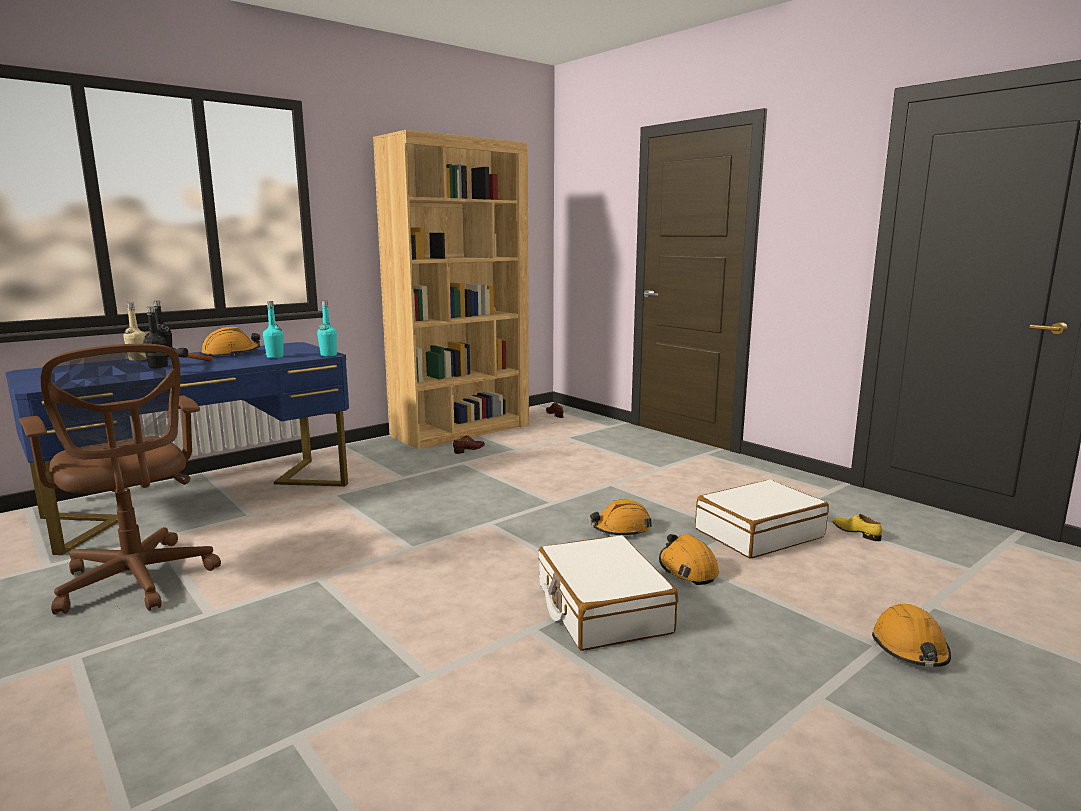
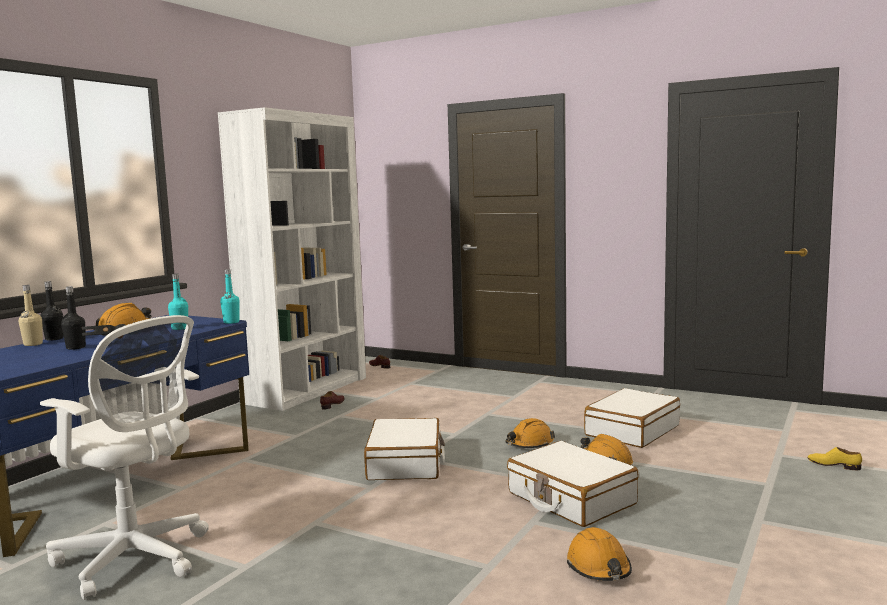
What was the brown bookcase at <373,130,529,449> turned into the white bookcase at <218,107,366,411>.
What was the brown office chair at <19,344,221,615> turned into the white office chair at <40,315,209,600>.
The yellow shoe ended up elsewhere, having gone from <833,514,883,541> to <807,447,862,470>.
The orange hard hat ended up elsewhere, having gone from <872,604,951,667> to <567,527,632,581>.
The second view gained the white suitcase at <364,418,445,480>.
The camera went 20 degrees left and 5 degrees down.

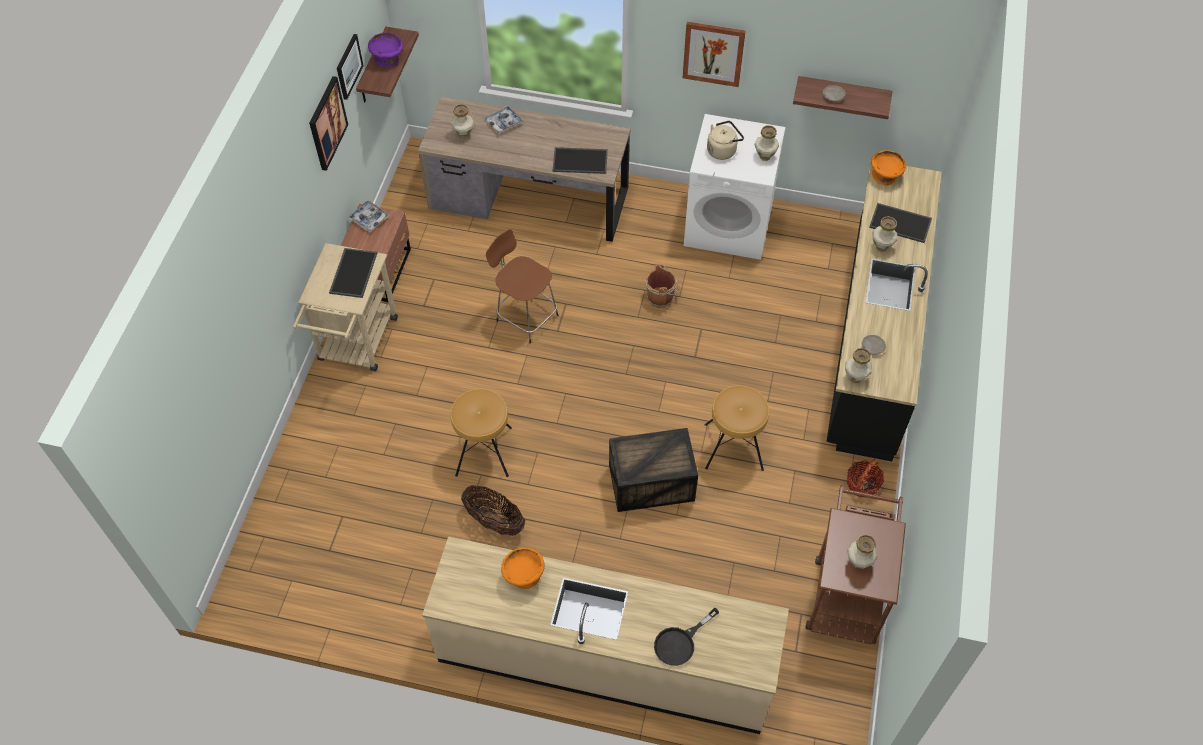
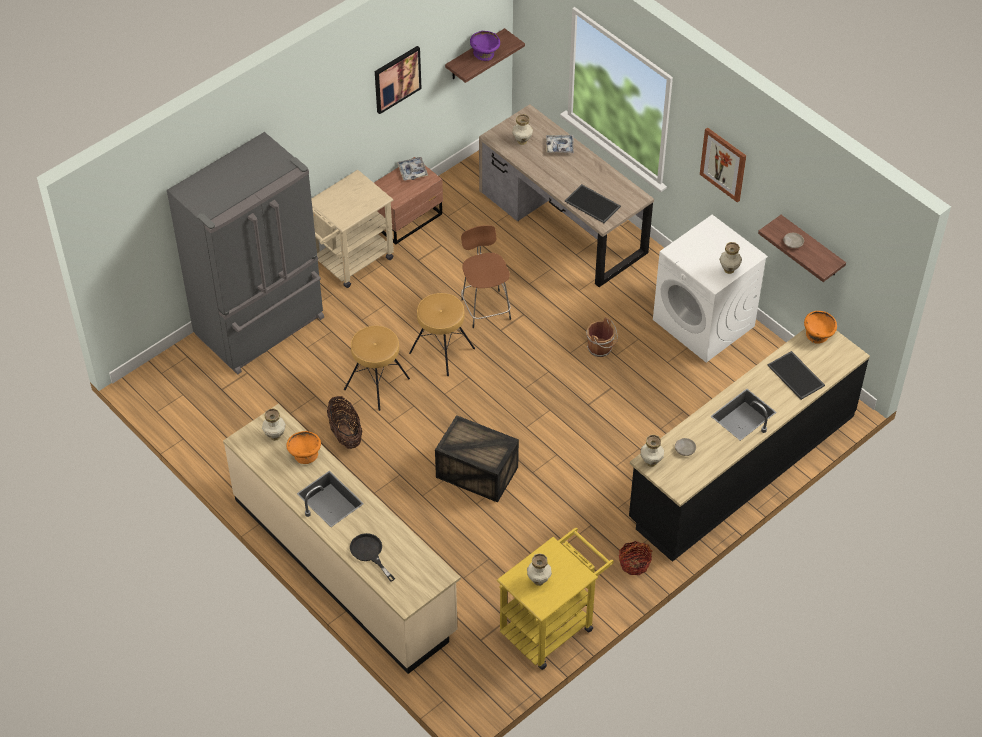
The second view lost the picture at <337,34,364,100>.
The second view lost the beige kettle at <707,121,744,160>.
The vase ended up elsewhere, having gone from <872,216,897,252> to <262,408,286,441>.
The second view lost the tray at <329,248,377,298>.
The brown stool ended up elsewhere, having gone from <705,385,769,471> to <409,293,475,376>.
What was the brown cart at <806,485,906,644> turned into the yellow cart at <497,527,614,670>.
The black frying pan at <654,608,719,666> ended up facing another way, 60 degrees clockwise from before.
The second view gained the grey fridge at <167,132,324,375>.
The camera went 35 degrees right and 5 degrees down.

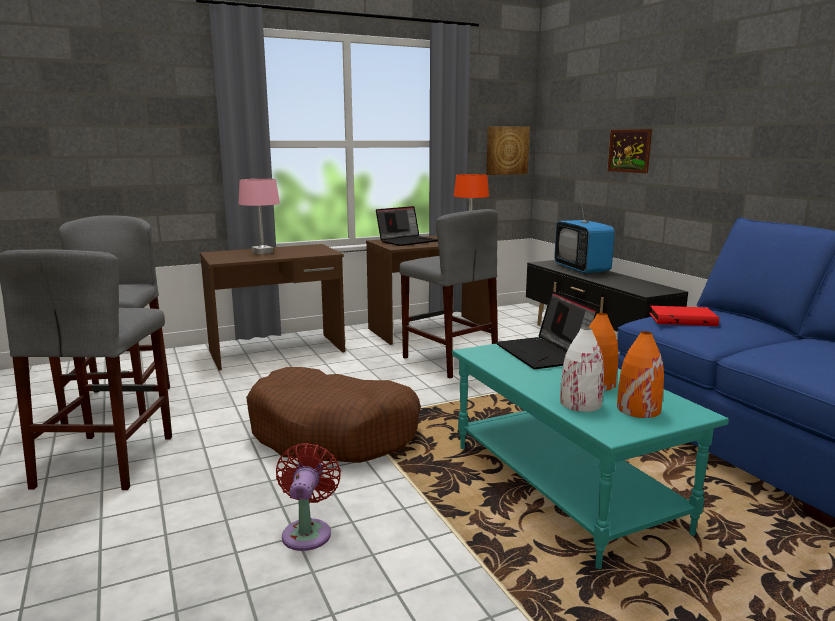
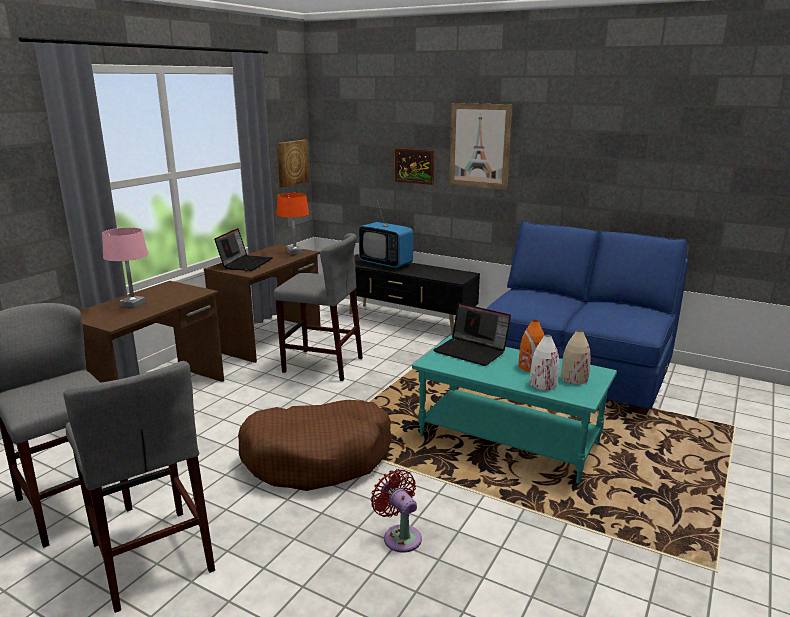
The second view lost the red book at <649,306,719,326>.
What was the orange vase at <617,331,664,418> turned into the beige vase at <561,330,591,384>.
The second view gained the picture at <449,103,512,190>.
The camera went 35 degrees left and 5 degrees up.

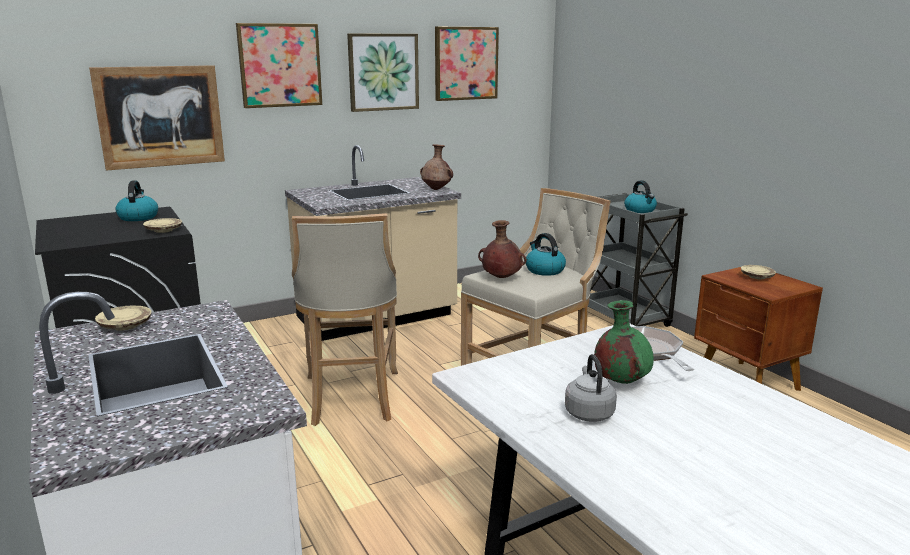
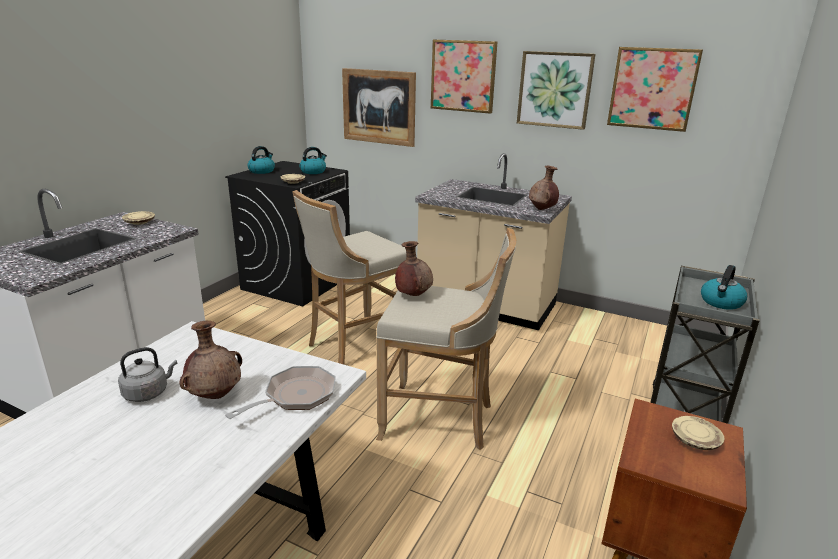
The kettle ended up elsewhere, having gone from <526,233,566,276> to <248,146,275,174>.
What was the green vase at <594,300,654,384> turned into the brown vase at <180,321,242,399>.
The camera went 55 degrees right and 5 degrees up.

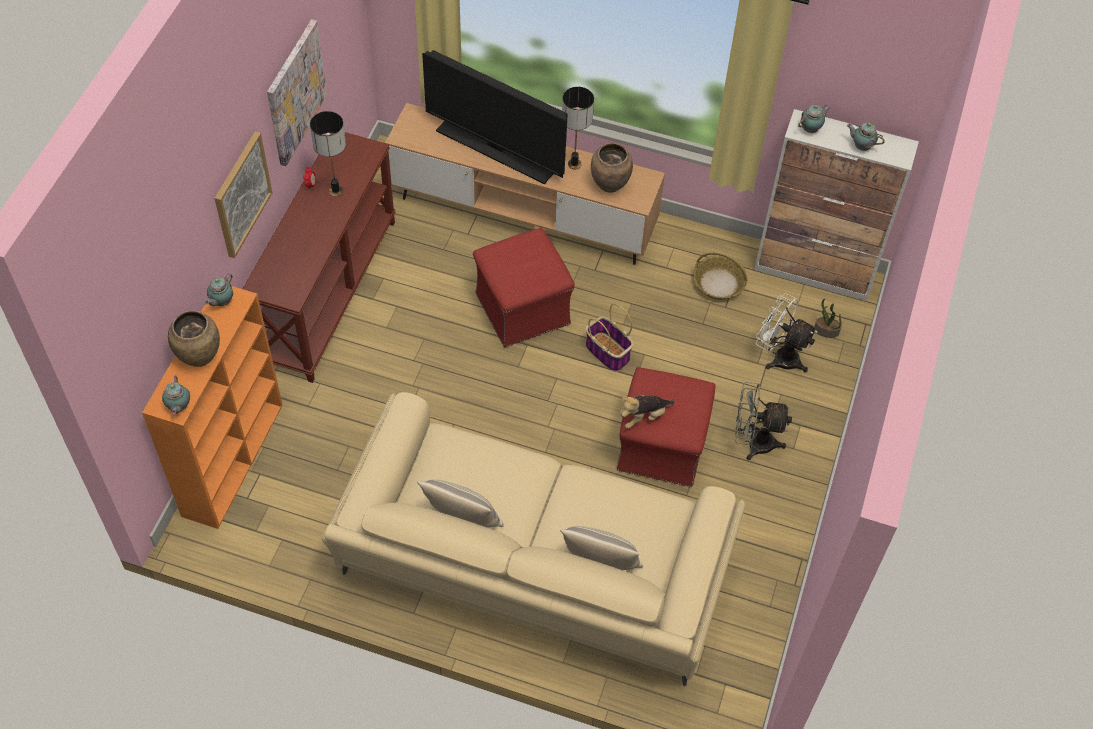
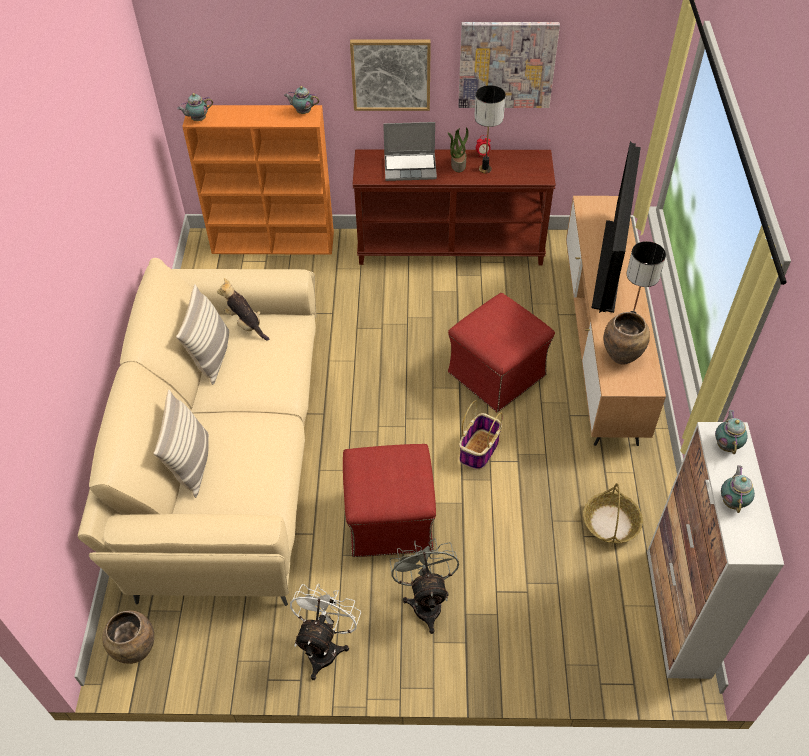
The teapot at <798,105,830,133> ended up facing another way, 120 degrees counterclockwise from before.
The white fan ended up elsewhere, having gone from <756,293,817,373> to <290,584,361,680>.
The potted plant ended up elsewhere, having gone from <814,298,842,338> to <448,127,469,172>.
The brown vase ended up elsewhere, having gone from <168,310,220,367> to <102,610,154,664>.
The plush toy ended up elsewhere, having gone from <619,395,674,429> to <217,278,269,341>.
The second view gained the laptop at <383,122,437,181>.
The camera went 75 degrees right and 5 degrees down.

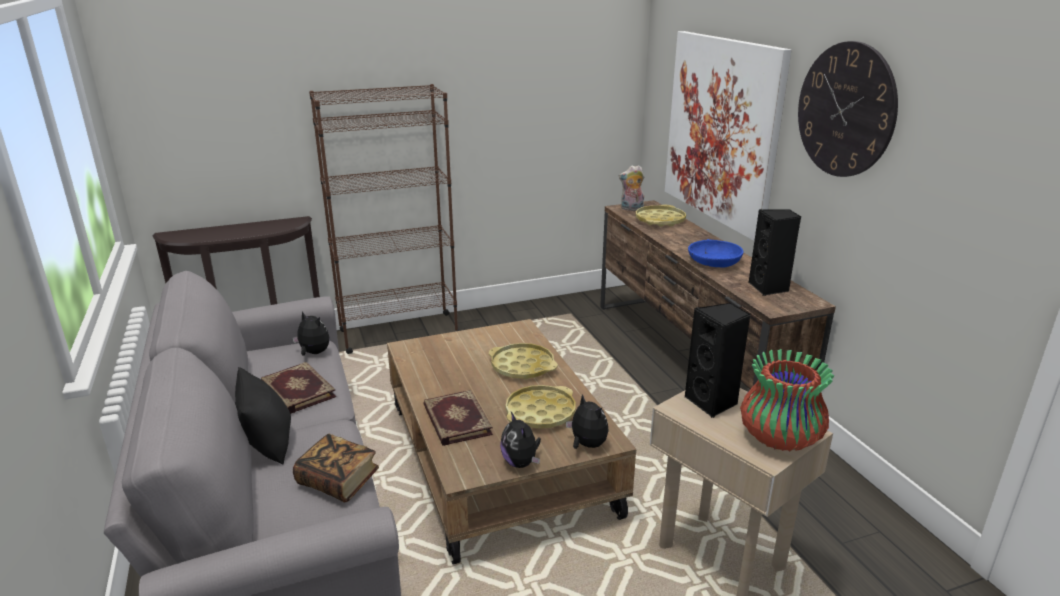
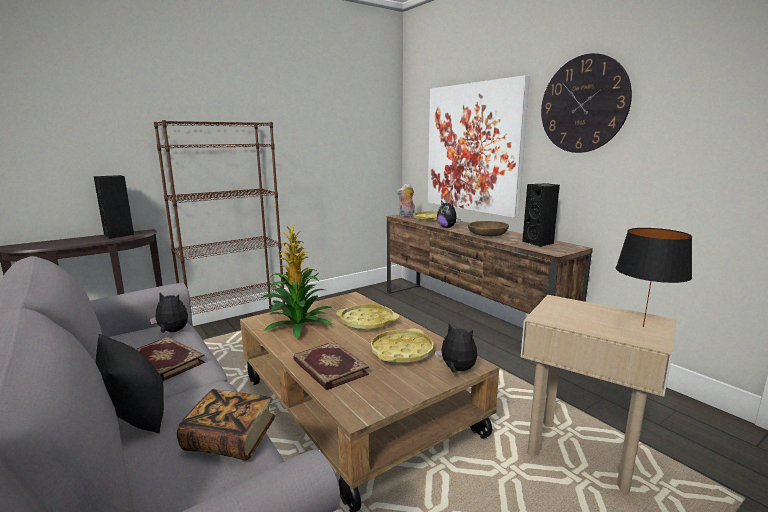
What was the blue bowl at <688,239,744,267> turned into the brown bowl at <468,221,509,236>.
The black speaker ended up elsewhere, having gone from <685,303,750,418> to <94,175,134,239>.
Where the vase stood at <740,349,834,452>, the black table lamp came to stand at <616,228,692,327>.
The plush toy ended up elsewhere, having gone from <500,412,541,468> to <437,201,460,228>.
The second view gained the potted plant at <262,224,332,338>.
The camera went 15 degrees left and 10 degrees down.

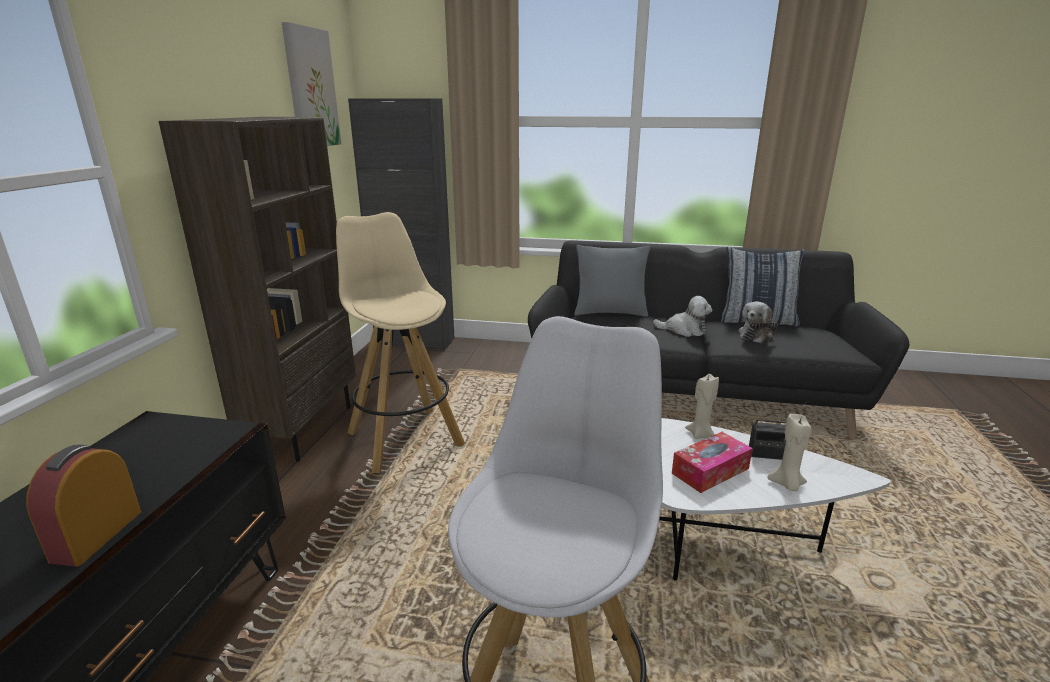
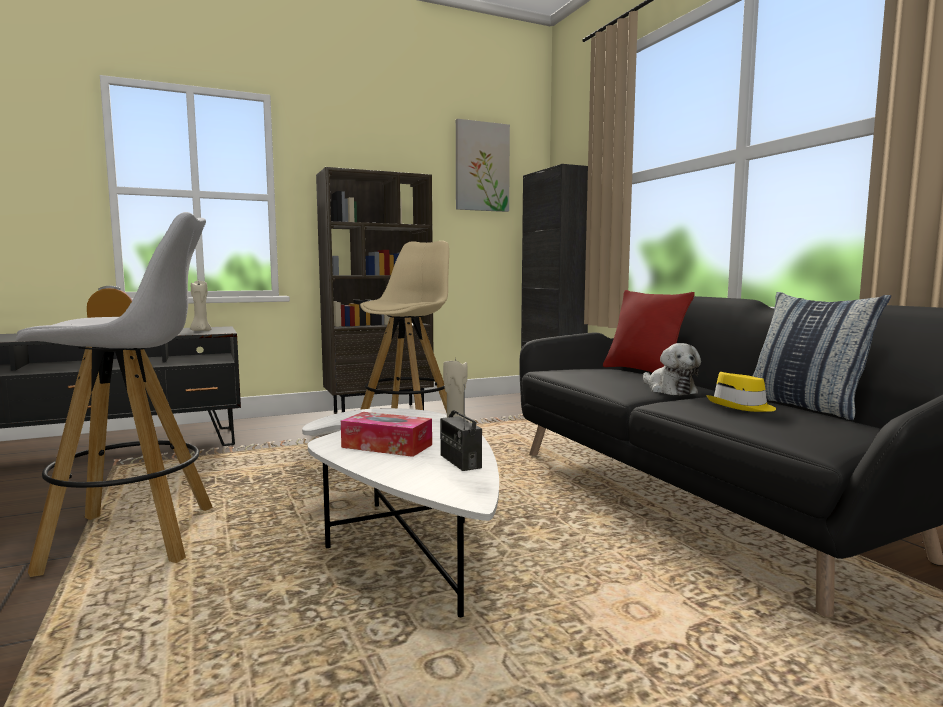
What was the grey pillow at <574,245,650,317> turned into the red pillow at <603,290,695,373>.
Where the plush toy stood at <738,302,778,343>, the yellow hat came to stand at <706,372,776,412>.
The beige candle ended up elsewhere, having gone from <767,414,812,491> to <190,281,211,331>.
The camera went 55 degrees right and 15 degrees down.

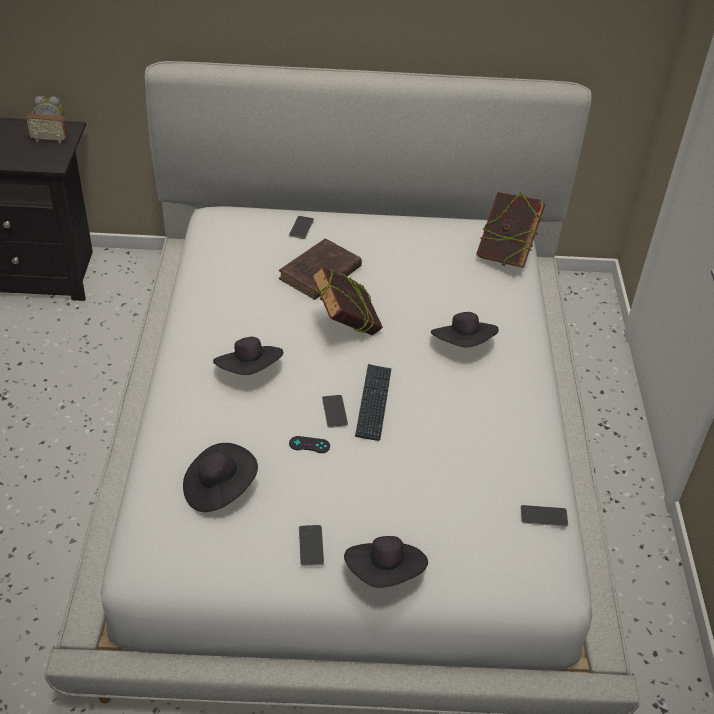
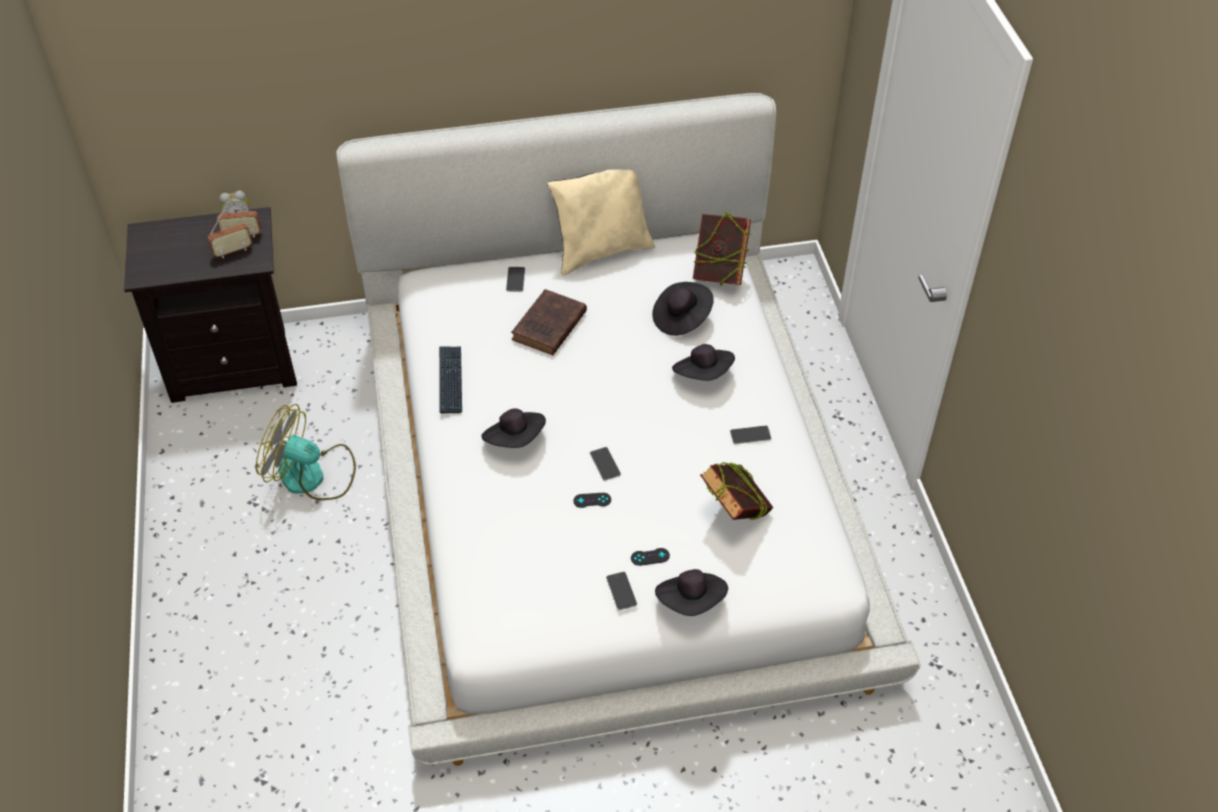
The book ended up elsewhere, having gone from <311,267,383,335> to <700,462,774,520>.
The keyboard ended up elsewhere, having gone from <355,364,392,441> to <439,346,462,413>.
The black hat ended up elsewhere, having gone from <183,443,258,512> to <652,282,714,336>.
The phone ended up elsewhere, having gone from <521,505,568,527> to <730,425,772,444>.
The second view gained the beige pillow at <547,169,655,276>.
The second view gained the radio at <208,212,252,258>.
The second view gained the fan at <256,404,356,500>.
The second view gained the black game controller at <631,548,670,566>.
The camera went 10 degrees left and 5 degrees up.

